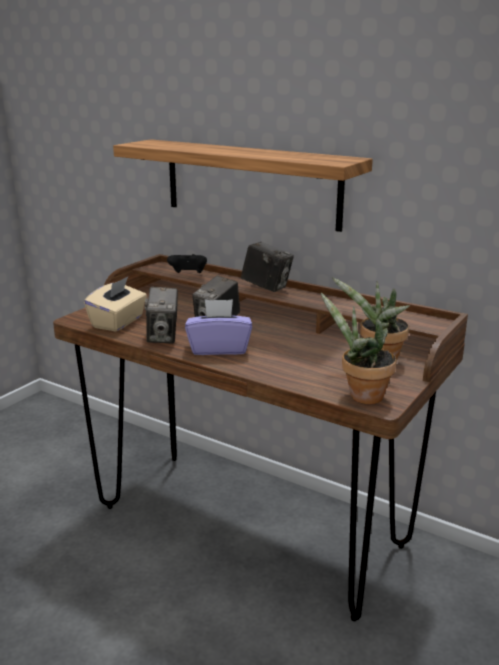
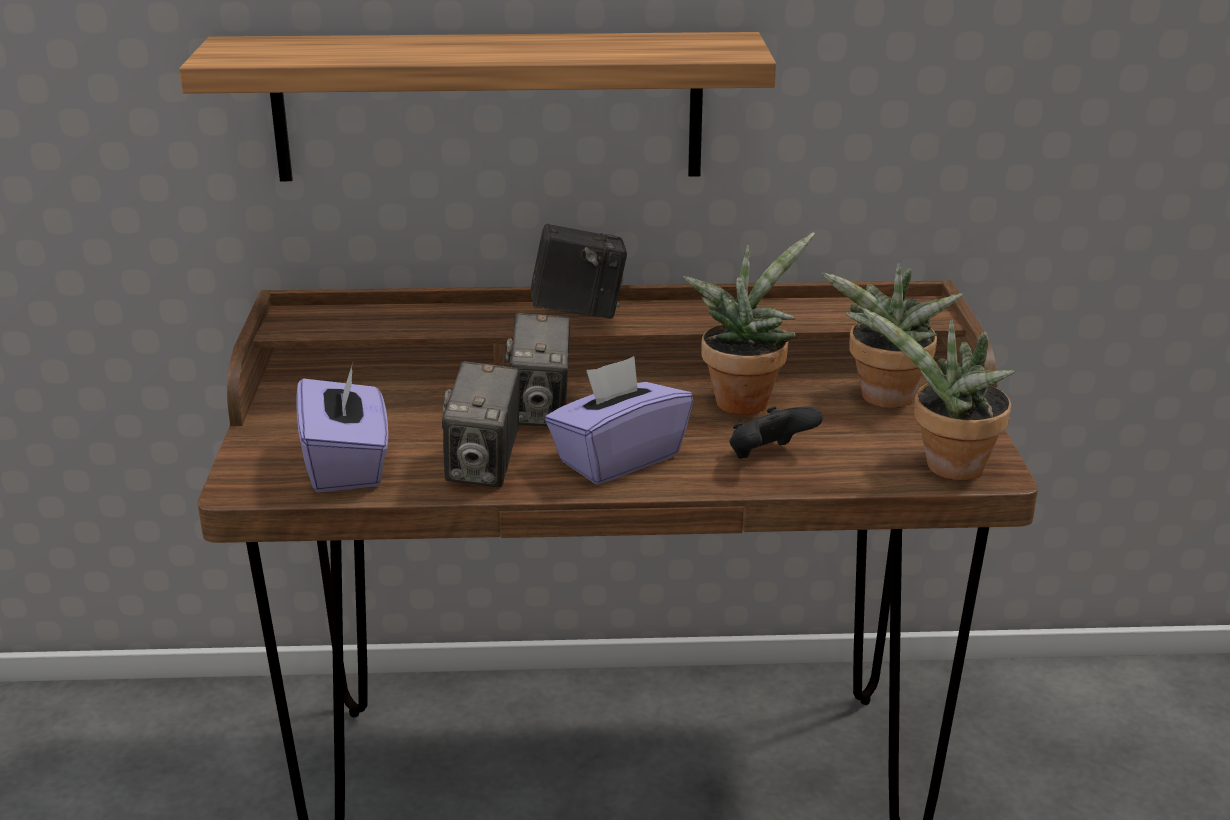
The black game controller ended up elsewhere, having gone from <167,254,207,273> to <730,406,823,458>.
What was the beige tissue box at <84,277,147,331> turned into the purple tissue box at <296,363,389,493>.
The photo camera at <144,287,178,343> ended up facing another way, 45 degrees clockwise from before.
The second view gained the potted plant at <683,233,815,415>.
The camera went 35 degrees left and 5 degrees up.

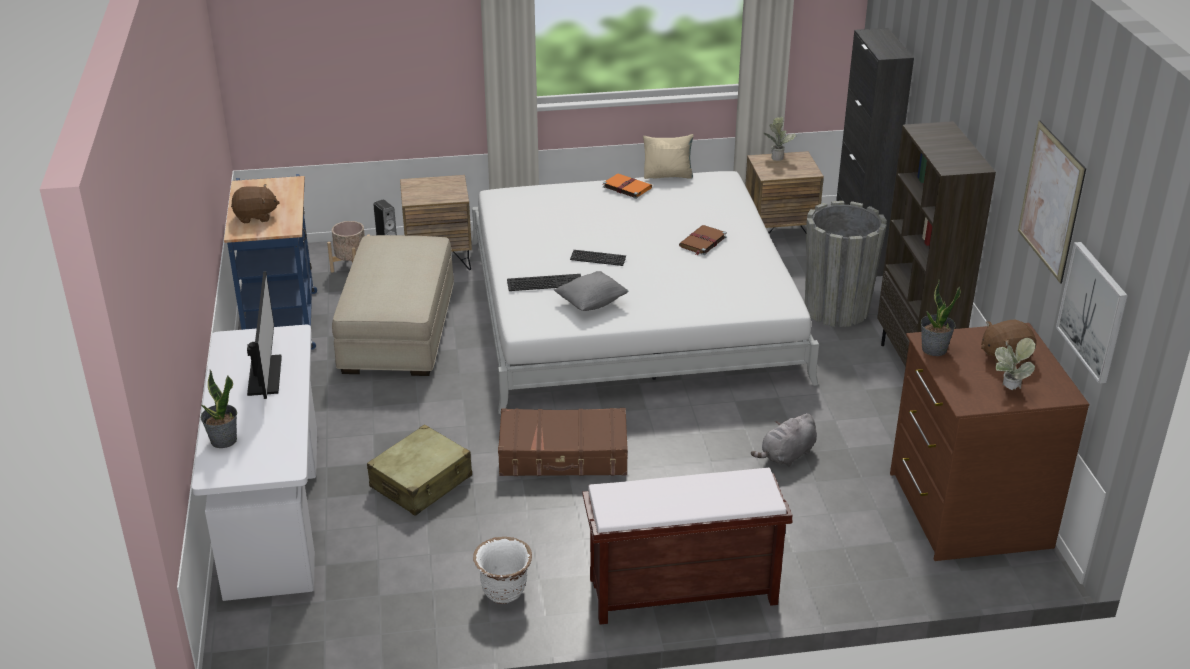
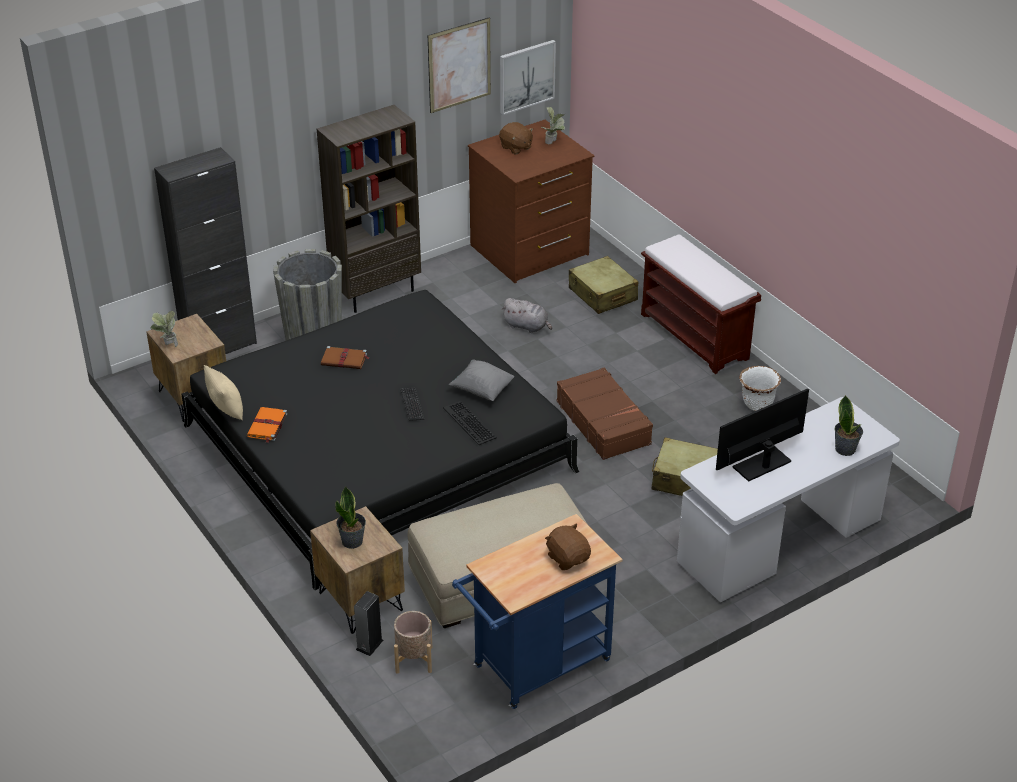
What was the white bed at <472,171,819,414> turned into the black bed at <181,290,579,590>.
The potted plant ended up elsewhere, having gone from <921,280,961,356> to <336,486,366,549>.
The second view gained the beige suitcase at <569,256,638,314>.
The camera went 115 degrees left and 5 degrees up.

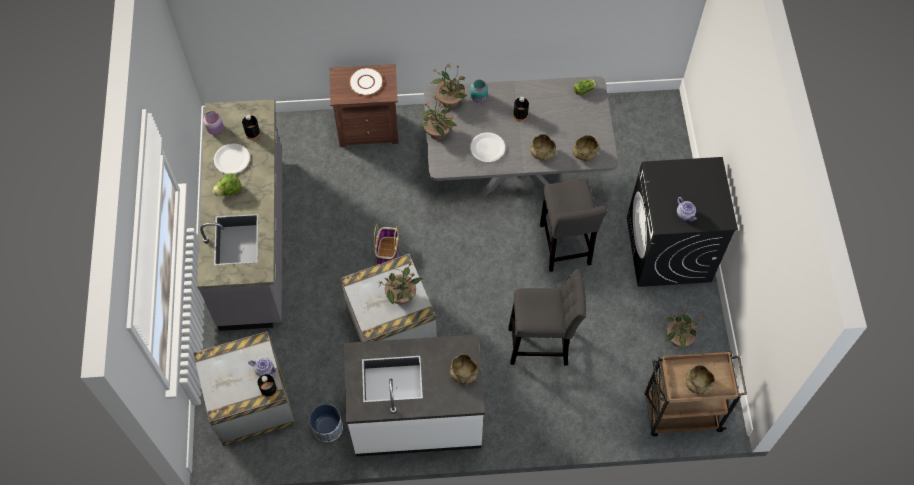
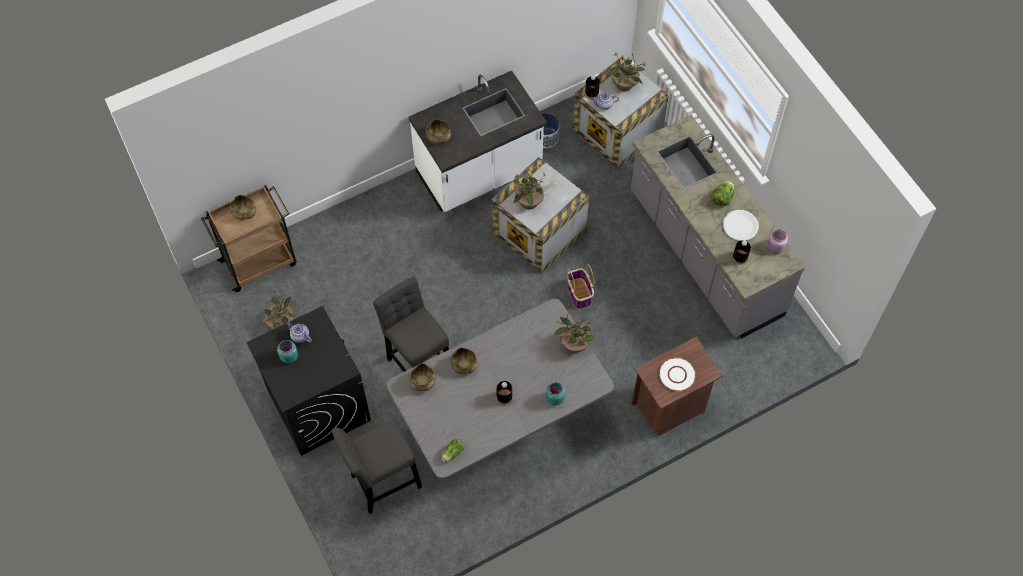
The potted plant ended up elsewhere, having gone from <431,64,467,109> to <609,52,647,92>.
The second view lost the white plate at <470,132,505,162>.
The grey stool ended up elsewhere, having gone from <508,269,586,365> to <331,419,422,514>.
The second view gained the turquoise jar at <277,340,298,363>.
The camera went 155 degrees right and 0 degrees up.

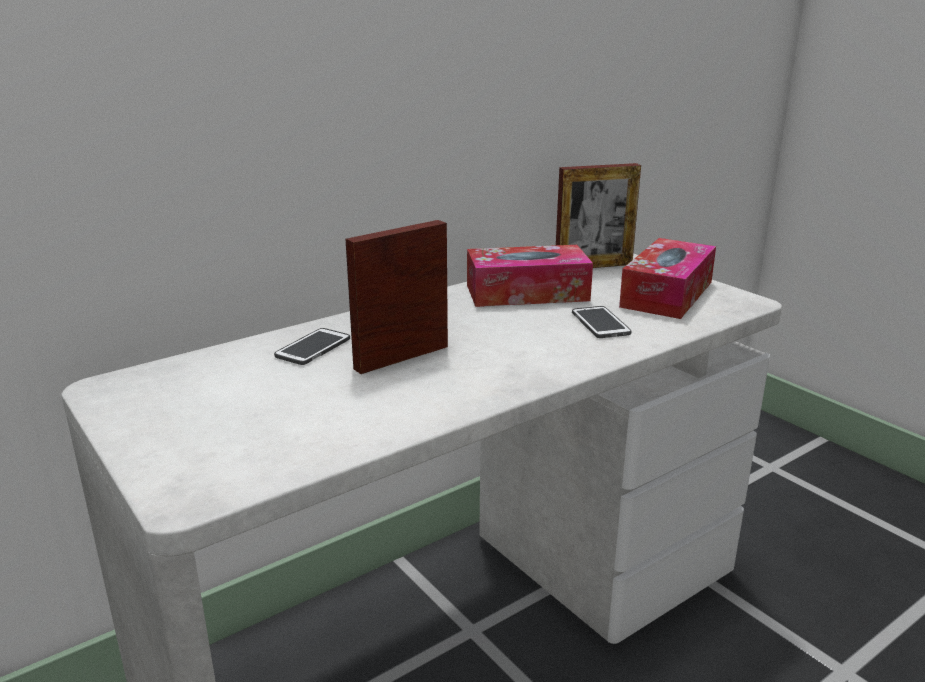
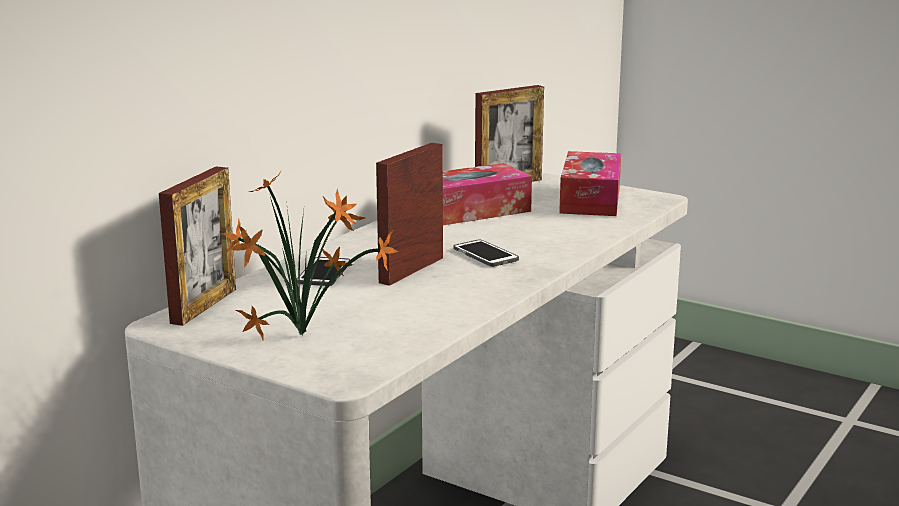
The phone ended up elsewhere, having gone from <572,306,631,338> to <453,239,519,267>.
The second view gained the picture frame at <159,166,236,326>.
The second view gained the potted plant at <223,173,398,340>.
The camera went 20 degrees left and 5 degrees down.

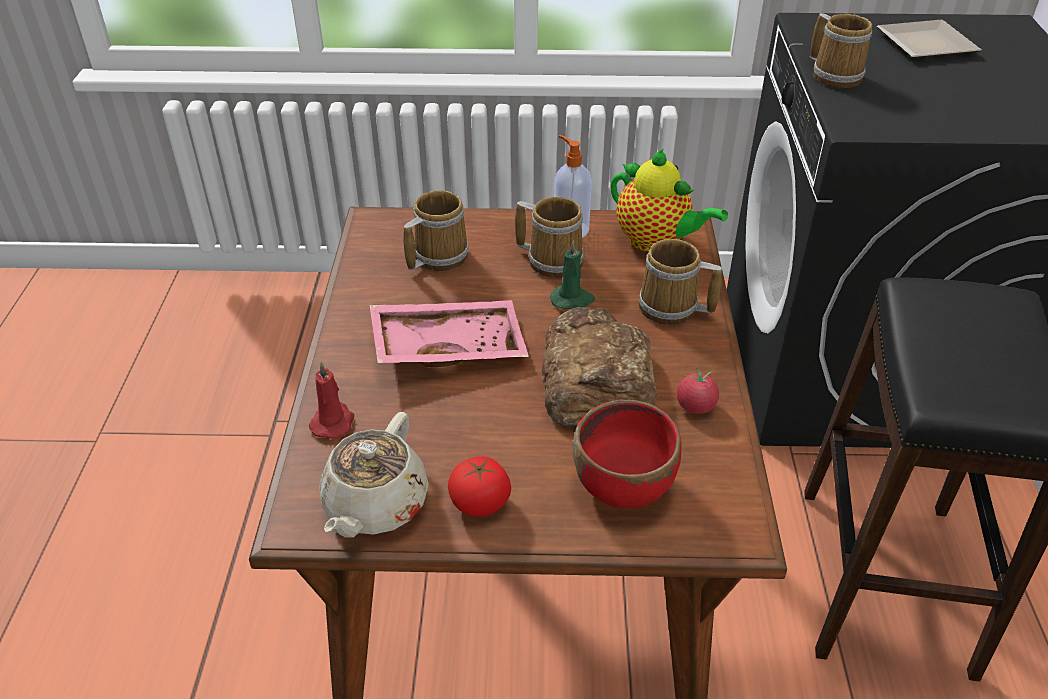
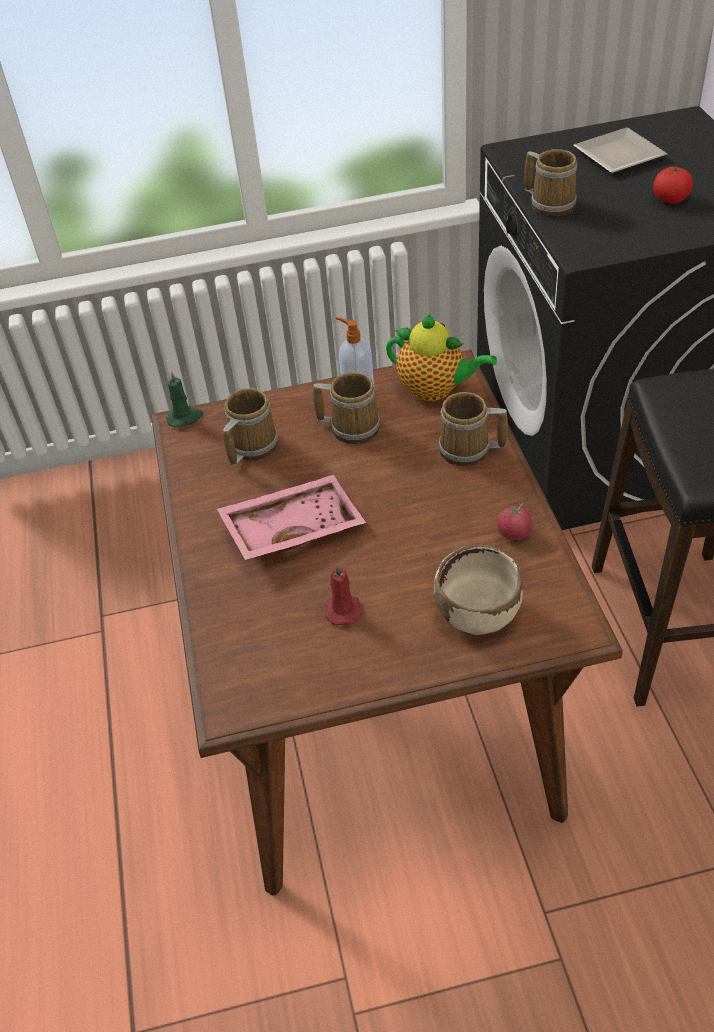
The green candle ended up elsewhere, having gone from <550,240,595,310> to <166,372,203,428>.
The second view lost the bread at <541,307,657,428>.
The red candle ended up elsewhere, having gone from <309,361,354,439> to <325,563,362,626>.
What was the red bowl at <572,400,682,508> turned into the beige bowl at <434,545,523,635>.
The second view lost the beige teapot at <319,412,429,537>.
The tomato ended up elsewhere, having gone from <448,456,511,517> to <653,166,693,204>.
The camera went 10 degrees left and 5 degrees up.

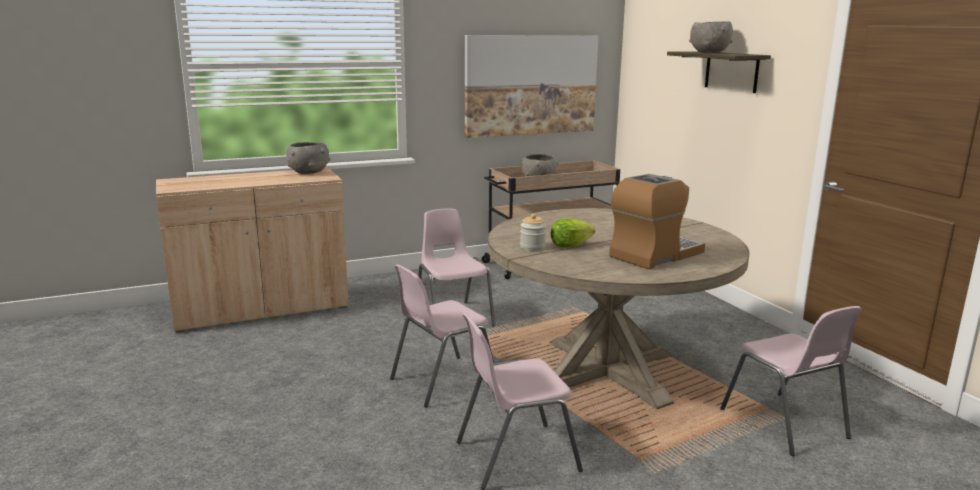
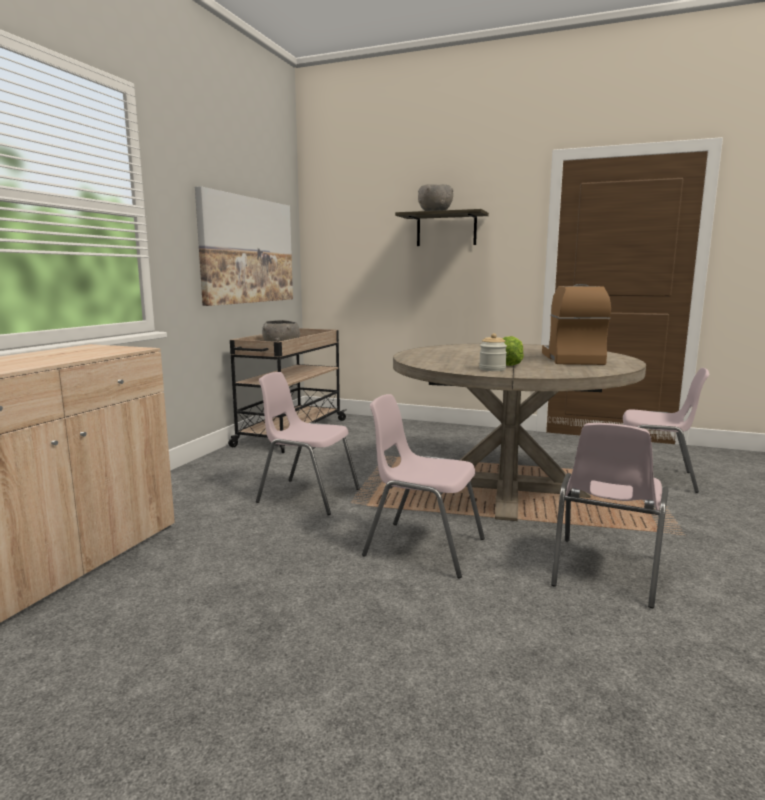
The second view lost the grey bowl at <287,142,330,174>.
The pink chair at <390,264,494,408> ended up facing another way, 105 degrees clockwise from before.
The camera went 45 degrees left and 5 degrees down.

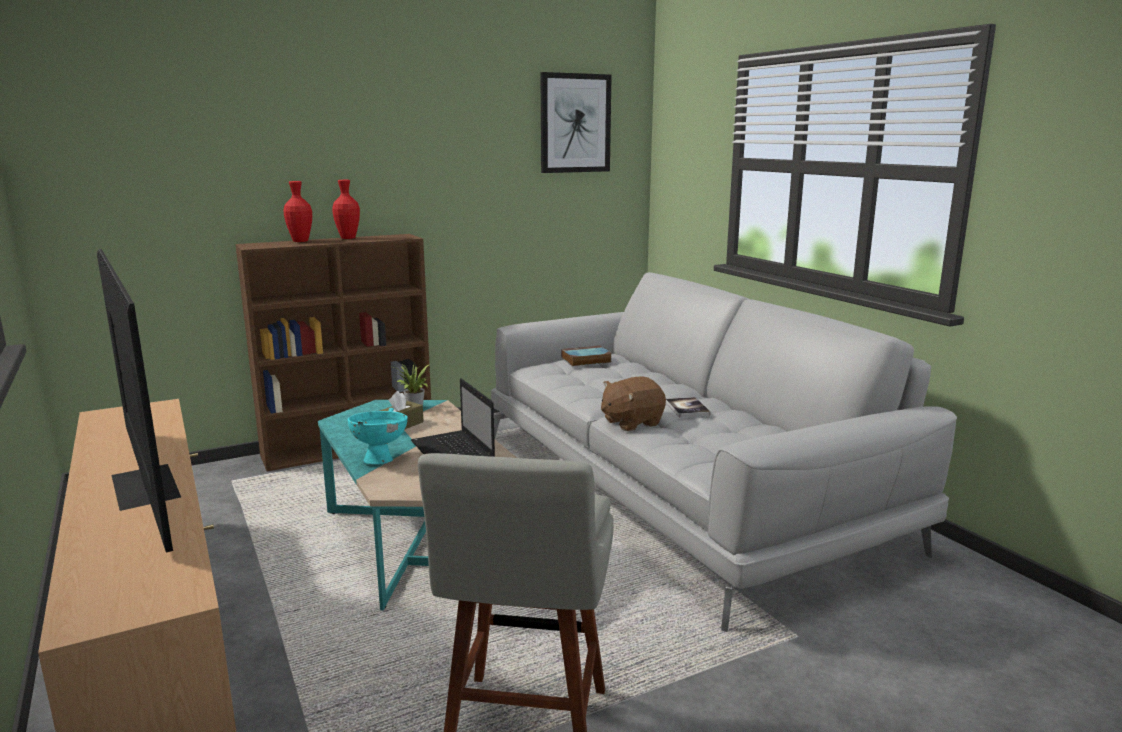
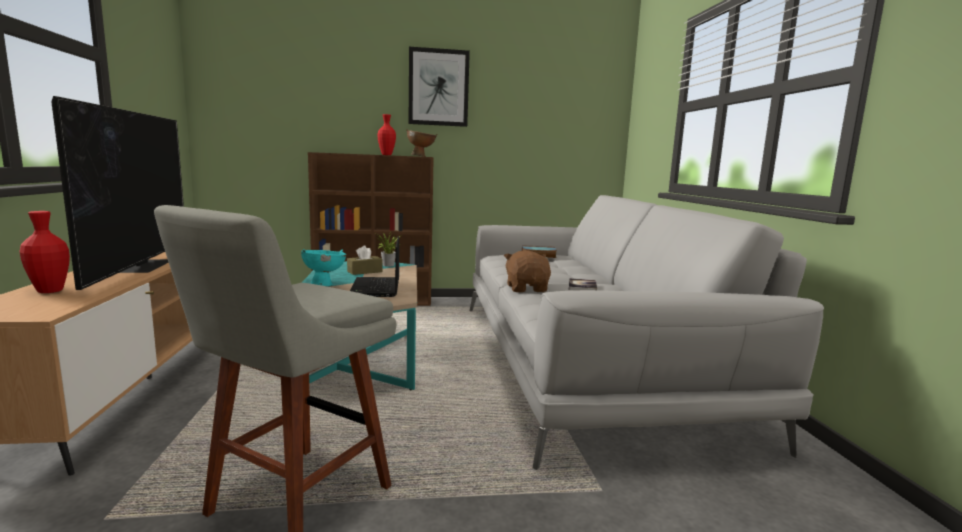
The picture ended up elsewhere, having gone from <540,72,612,173> to <408,47,470,127>.
The red vase ended up elsewhere, having gone from <283,181,312,242> to <19,211,70,293>.
The brown plush toy at <601,377,666,431> ended up facing another way, 90 degrees clockwise from before.
The second view gained the brown bowl at <407,129,437,157>.
The camera went 20 degrees right and 5 degrees down.

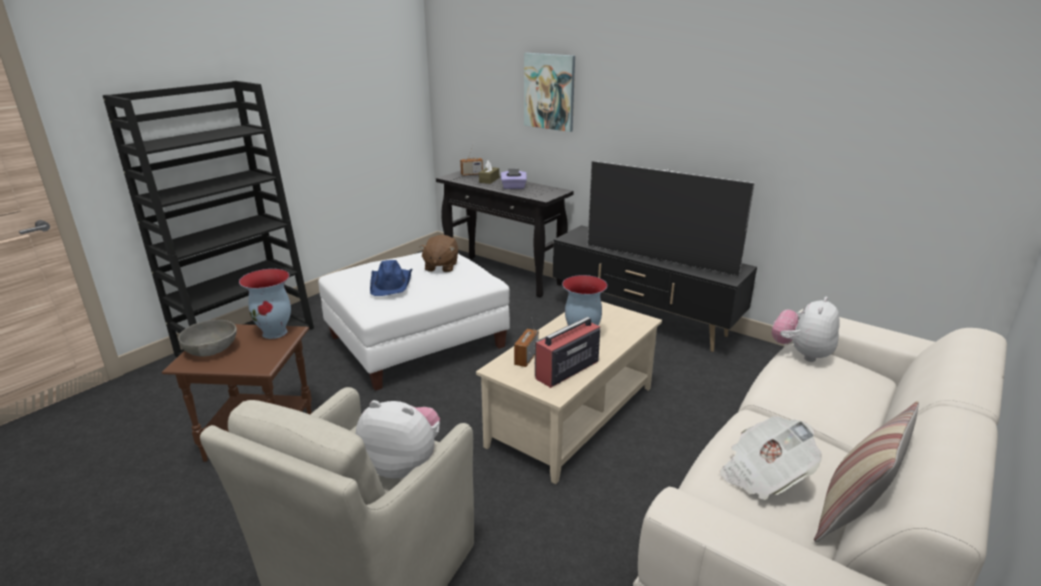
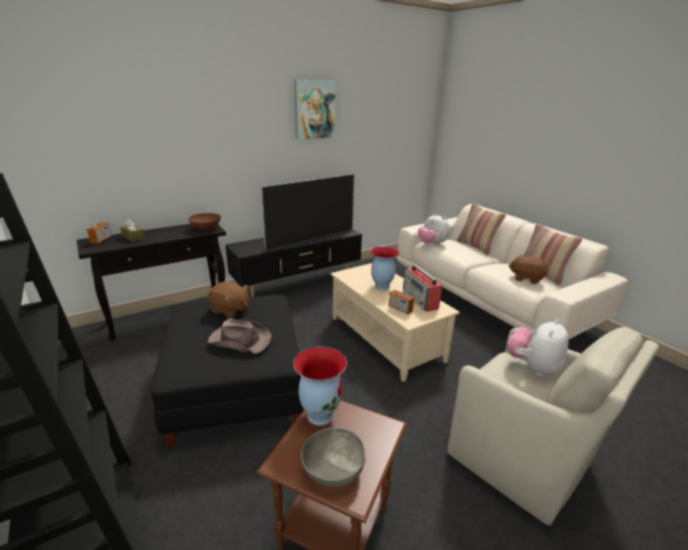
The picture ended up elsewhere, having gone from <524,53,575,132> to <295,79,336,139>.
The second view lost the purple tissue box at <501,169,527,189>.
What was the white ottoman at <318,252,510,391> turned into the black ottoman at <150,295,303,447>.
What was the blue hat at <370,260,412,296> turned into the brown hat at <208,318,272,354>.
Where the newspaper stood at <719,416,822,500>, the brown plush toy came to stand at <509,254,547,284>.
The second view gained the pillow at <457,204,506,255>.
The second view gained the brown bowl at <188,213,221,230>.
The camera went 70 degrees left and 0 degrees up.

